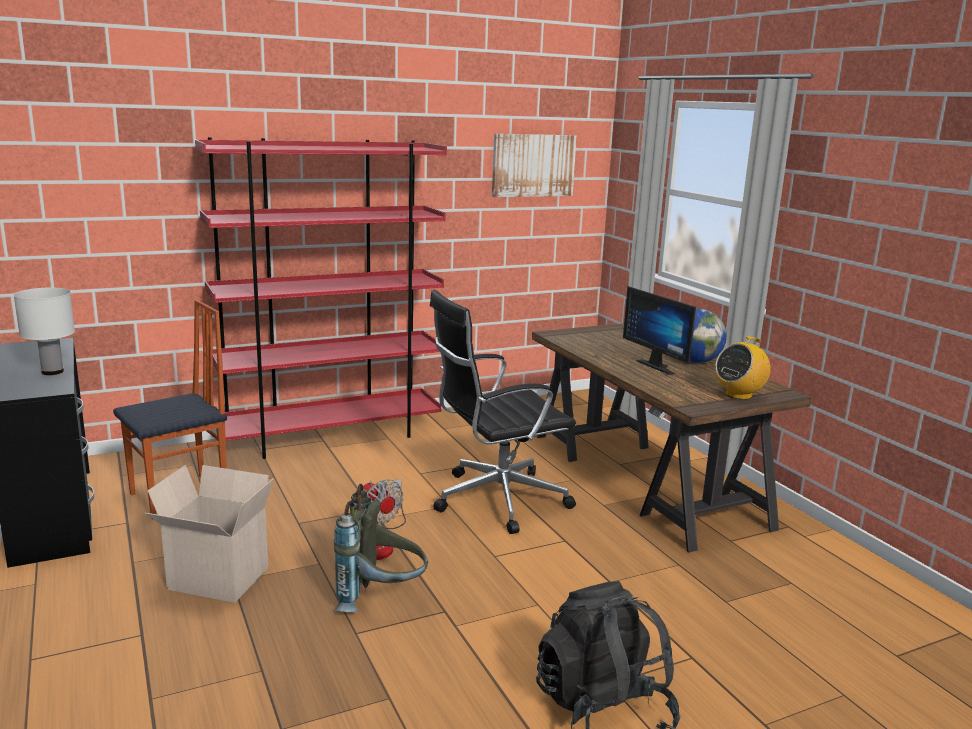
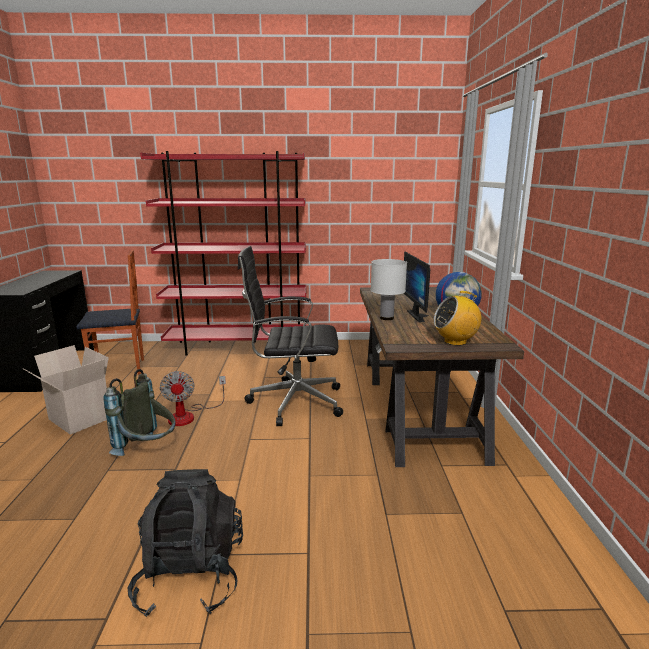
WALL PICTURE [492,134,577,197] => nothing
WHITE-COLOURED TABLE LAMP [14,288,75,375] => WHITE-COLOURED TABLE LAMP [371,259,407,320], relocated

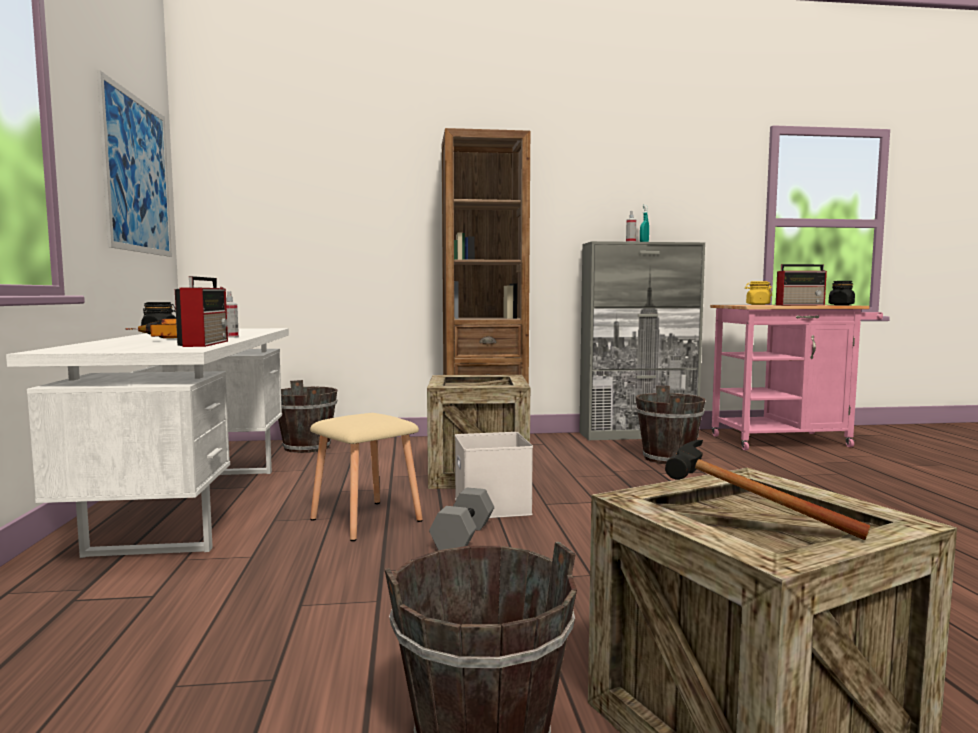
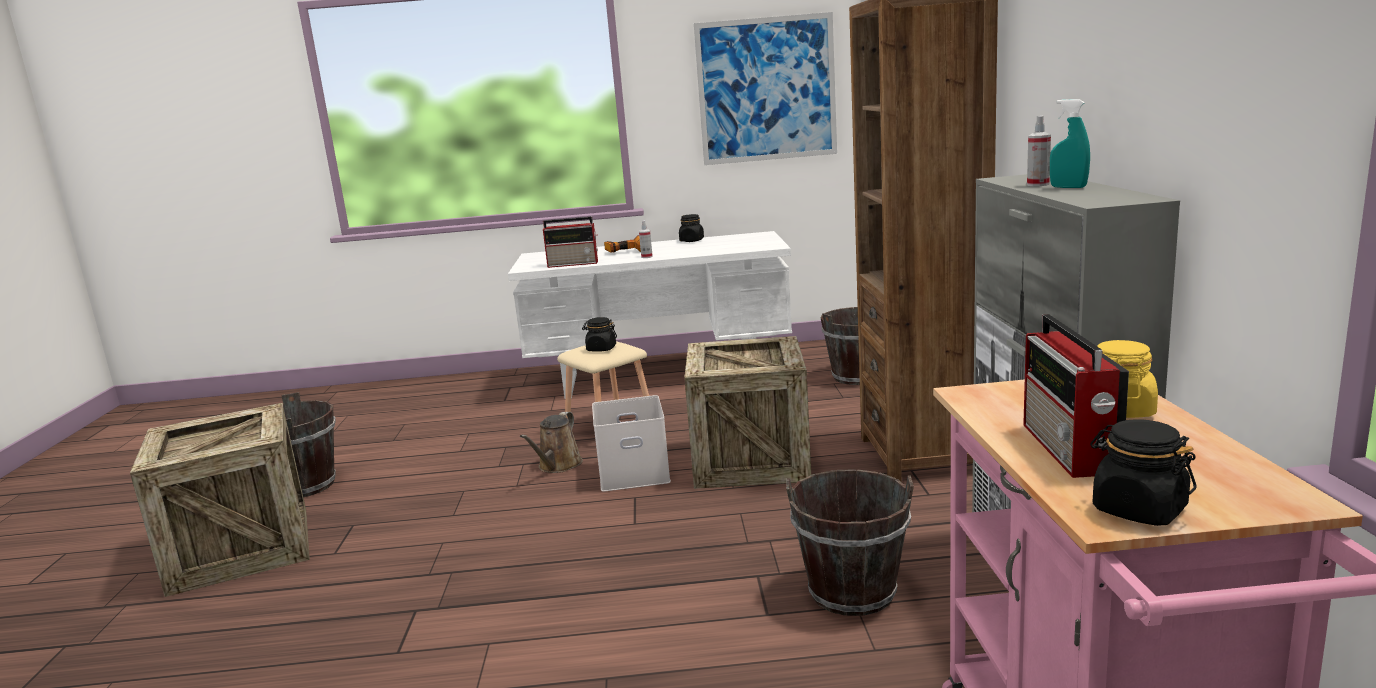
TOOL HAMMER [665,440,870,540] => nothing
nothing => BLACKISH JAR [582,317,617,352]
GREYISH DUMBBELL [429,488,494,550] => BROWN-COLOURED WATERING POT [520,412,583,473]

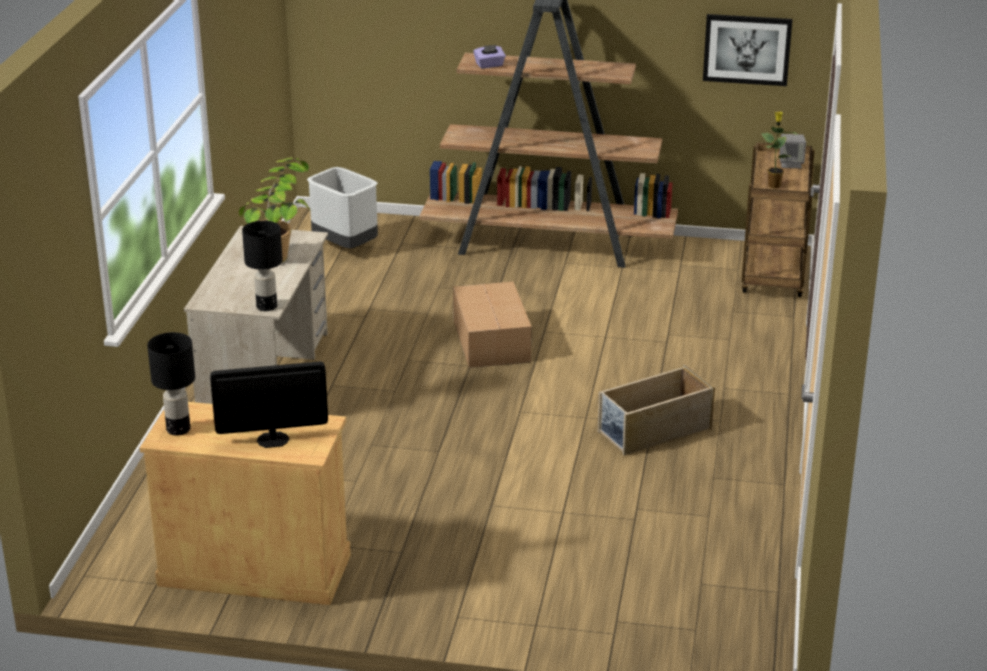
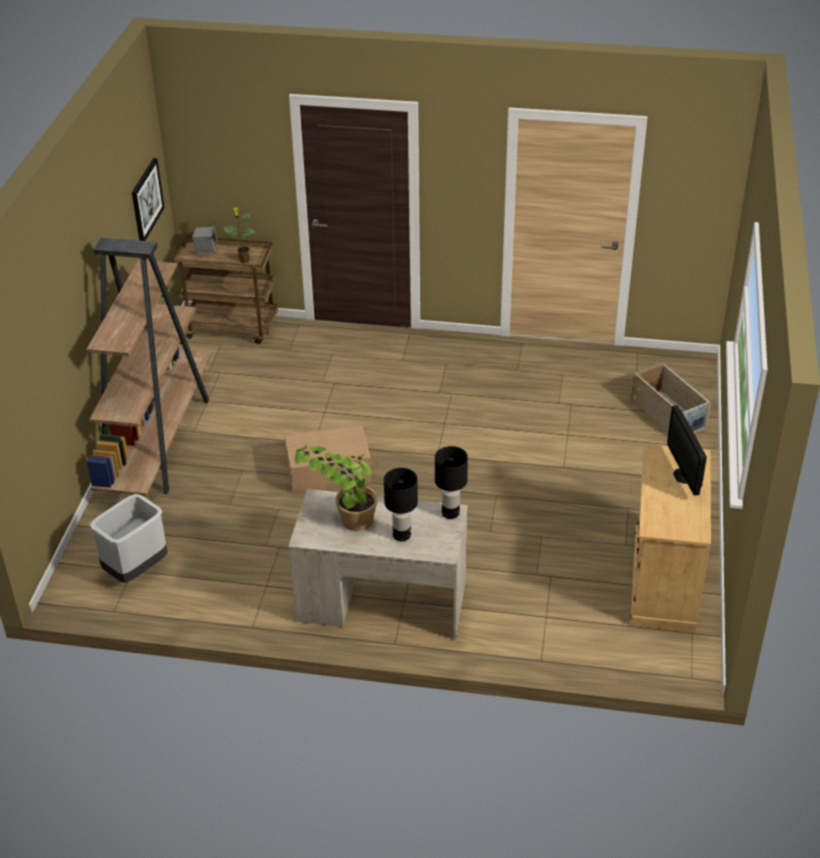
PURPLE-COLOURED TISSUE HOLDER [473,45,506,69] => nothing
BLACKISH TABLE LAMP [147,332,195,435] => BLACKISH TABLE LAMP [384,468,418,541], relocated
SAND-COLOURED STORAGE CONTAINER [598,364,715,455] => SAND-COLOURED STORAGE CONTAINER [631,362,711,433], relocated

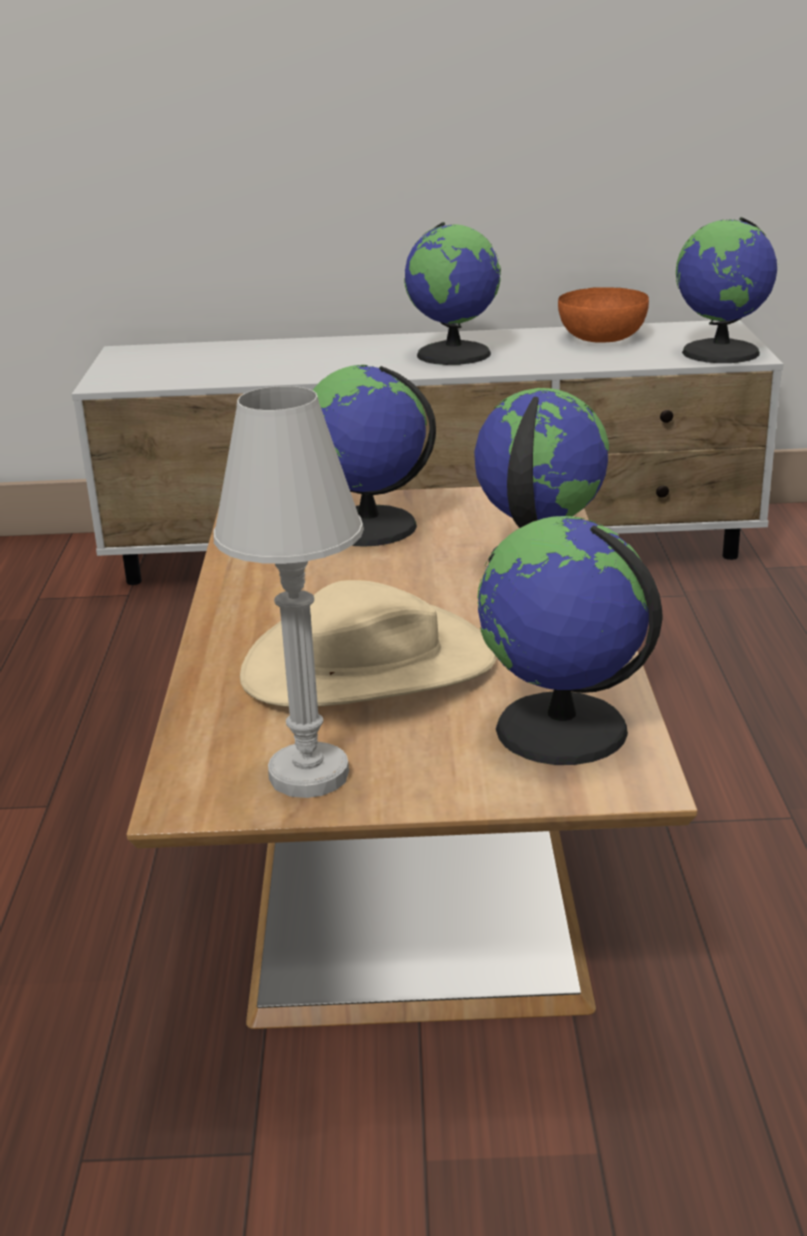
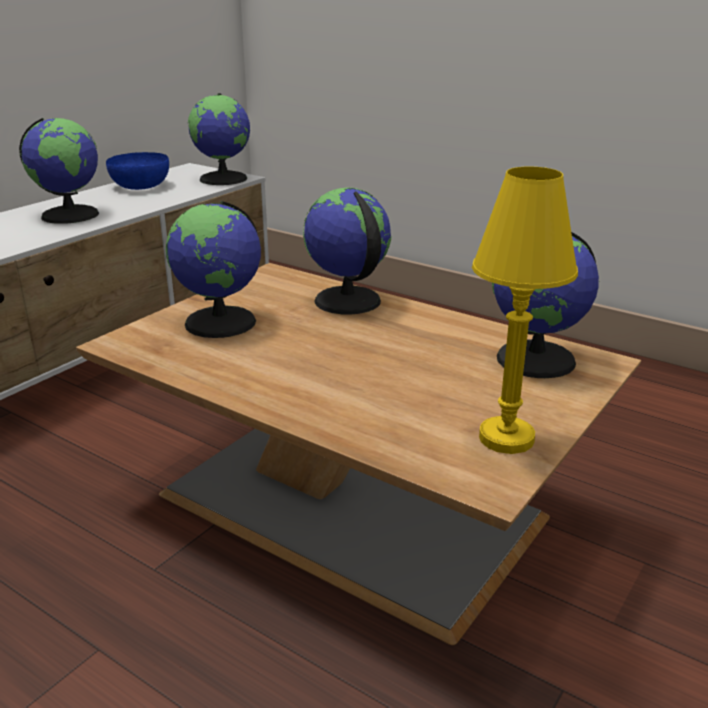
SAND-COLOURED WEARABLE HAT [240,580,497,707] => nothing
WHITE-COLOURED TABLE LAMP [213,386,364,798] => YELLOWISH TABLE LAMP [472,167,578,454]
ORANGE SERVING BOWL [558,287,649,343] => BLUISH SERVING BOWL [106,152,169,190]

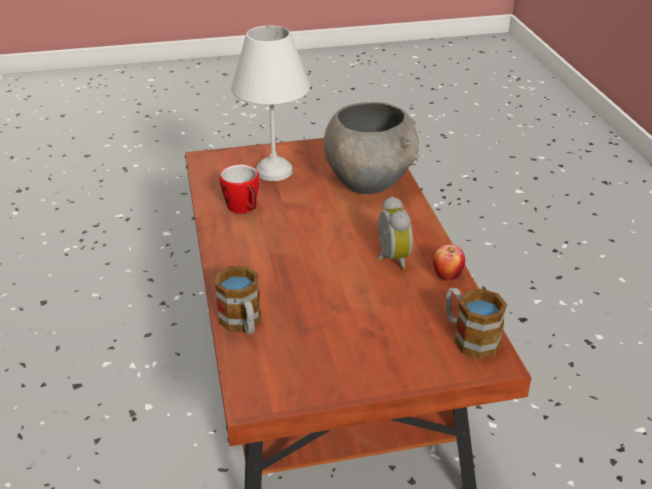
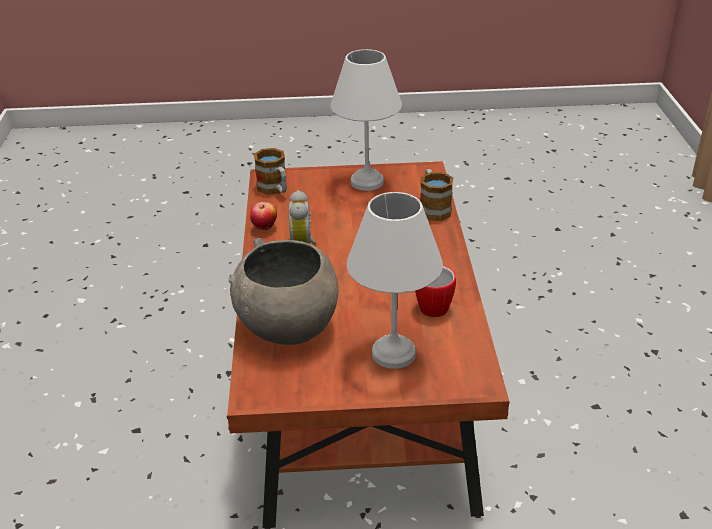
nothing => WHITE-COLOURED TABLE LAMP [331,49,402,191]

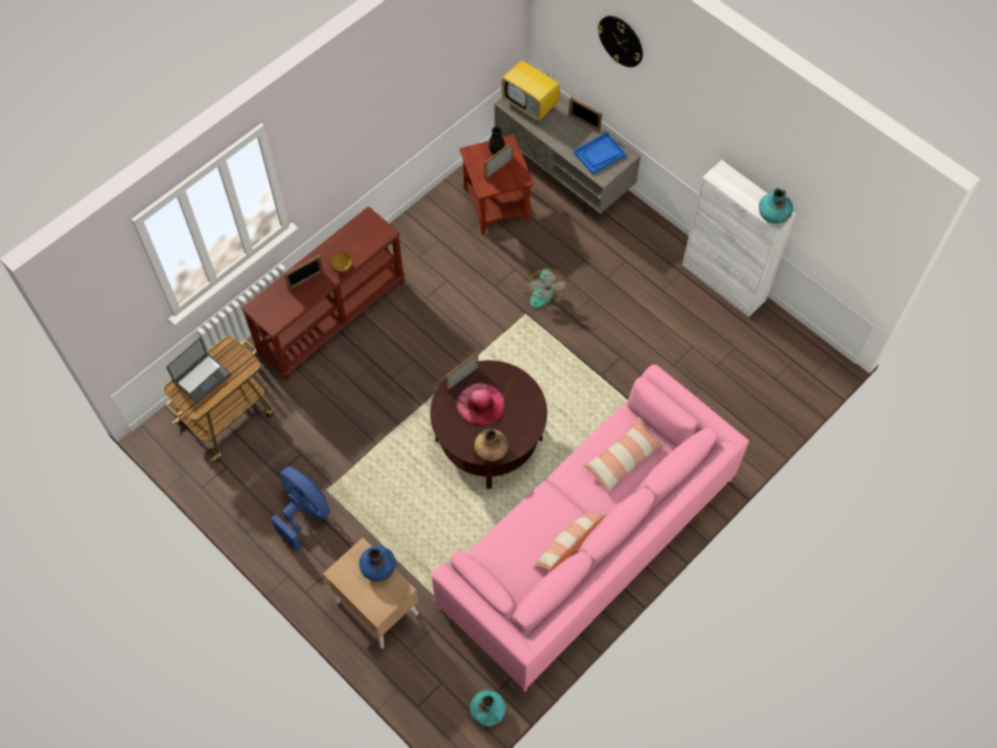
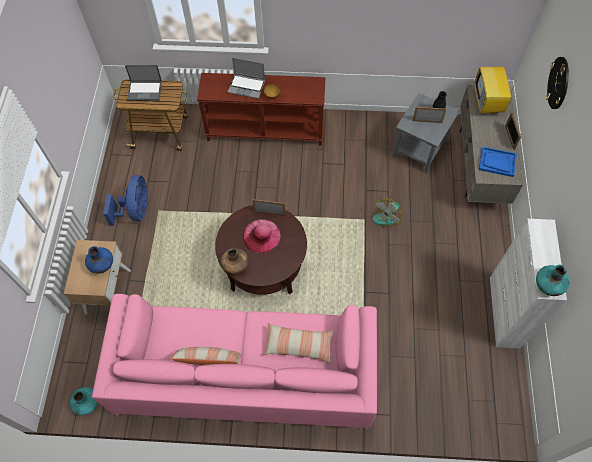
PHOTO FRAME [284,255,323,290] => PORTABLE COMPUTER [228,57,265,99]
BROWN-COLOURED SIDE TABLE [459,135,534,234] => GREYISH SIDE TABLE [393,93,460,173]

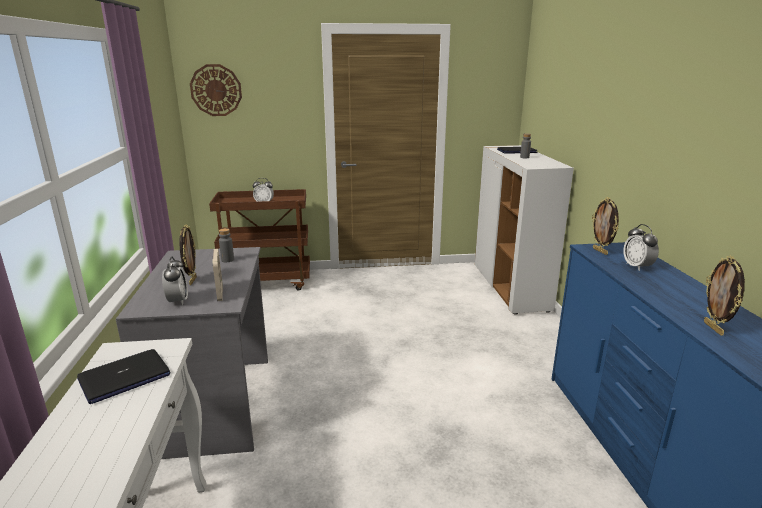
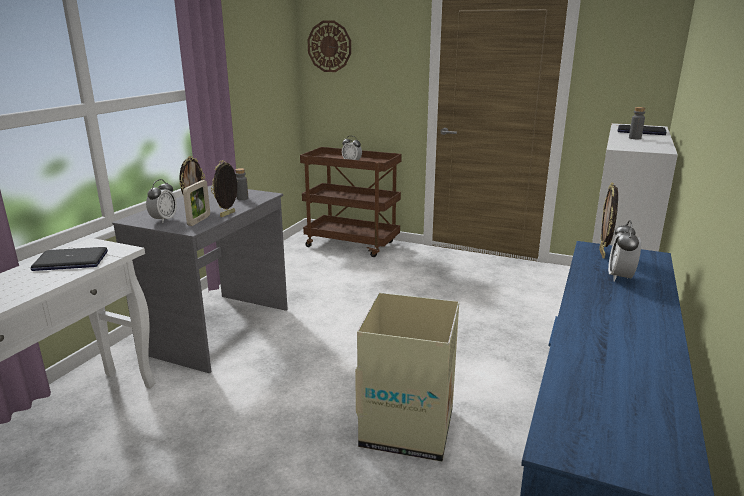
nothing => CARDBOARD BOX [355,293,459,462]
PHOTO FRAME [704,256,745,336] => PHOTO FRAME [211,160,237,217], relocated

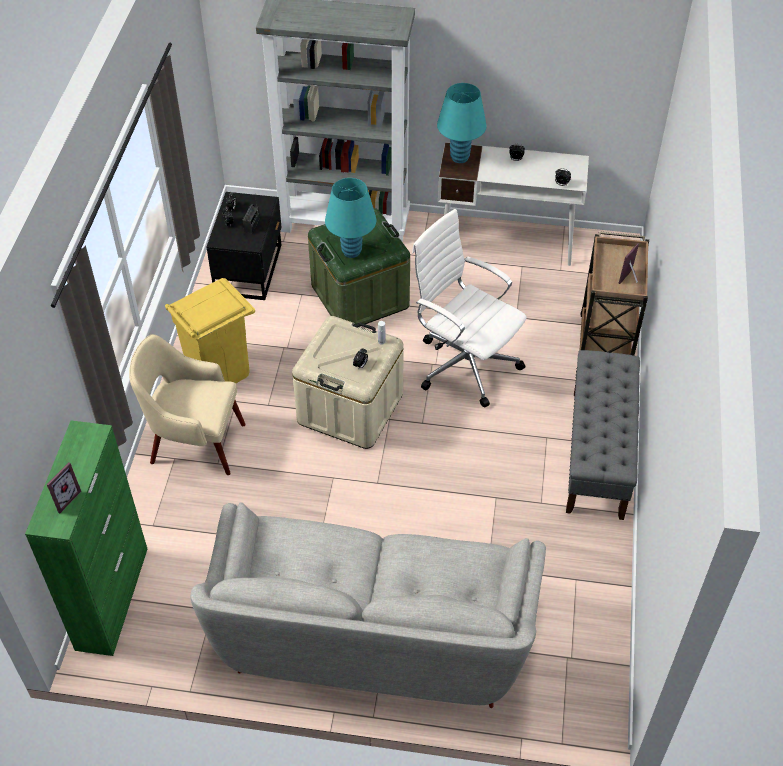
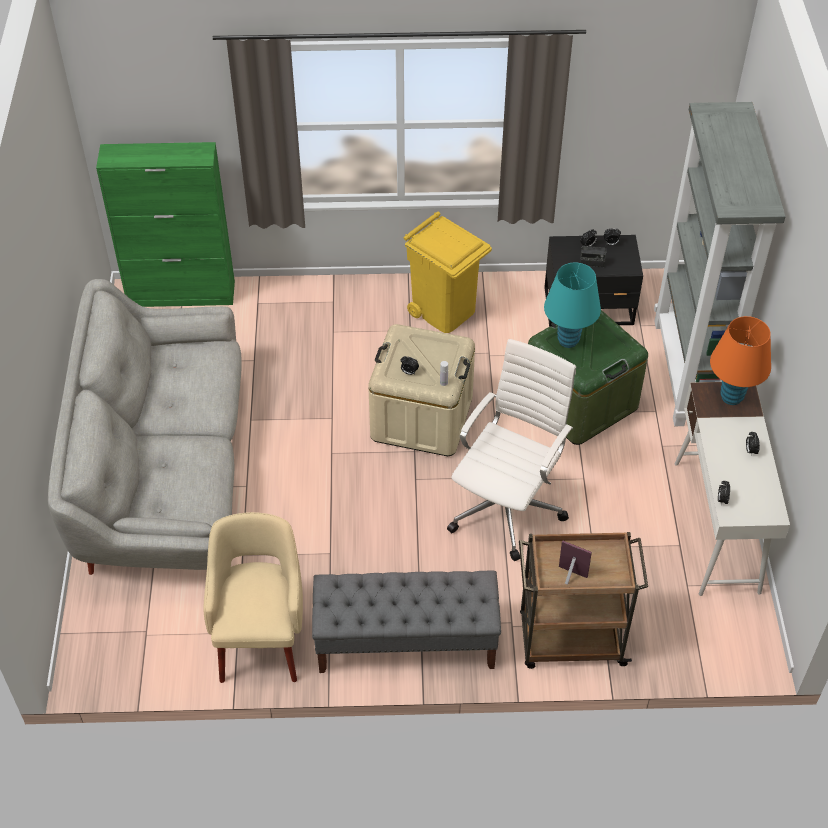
PHOTO FRAME [47,462,81,513] => nothing
SAND-COLOURED ARMCHAIR [129,334,246,475] => SAND-COLOURED ARMCHAIR [203,512,303,683], relocated
TURQUOISE TABLE LAMP [437,83,487,163] => ORANGE TABLE LAMP [710,316,771,405]

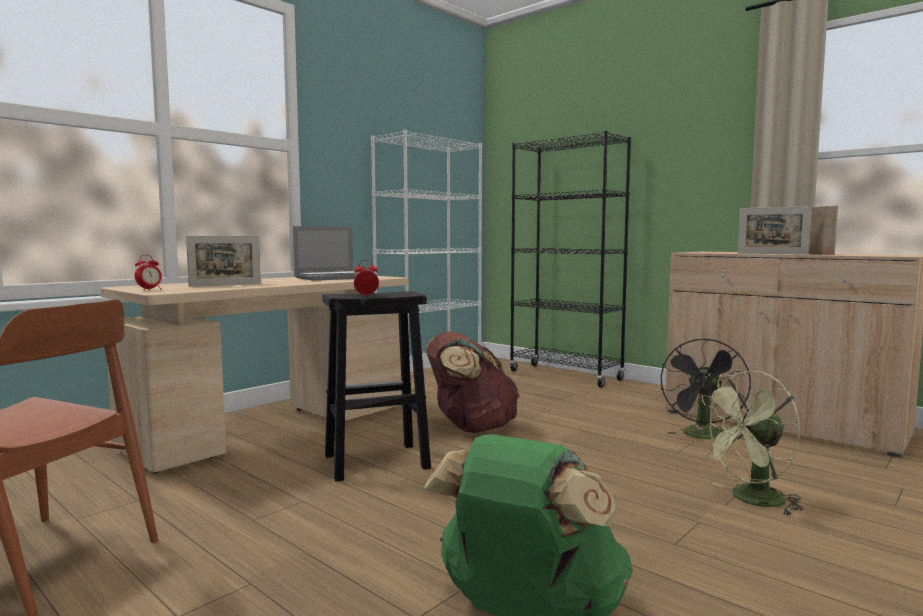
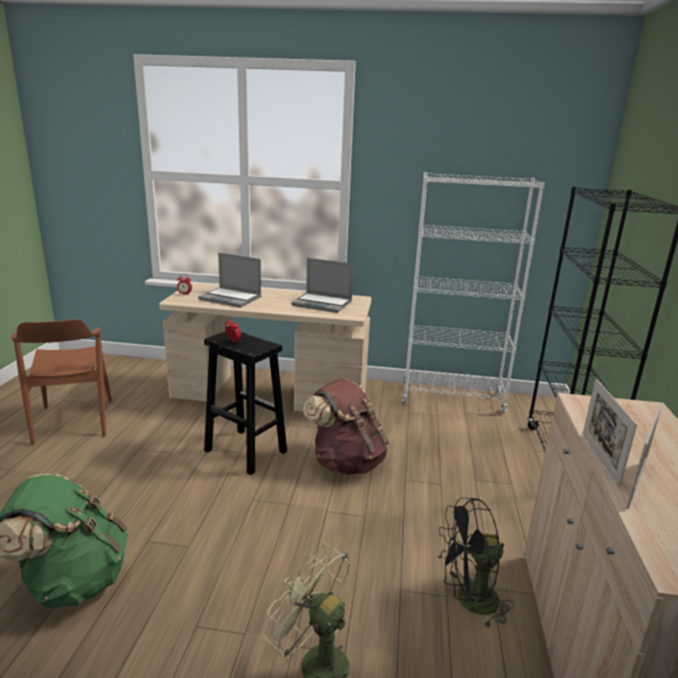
PHOTO FRAME [186,236,261,287] => PORTABLE COMPUTER [198,253,261,307]

